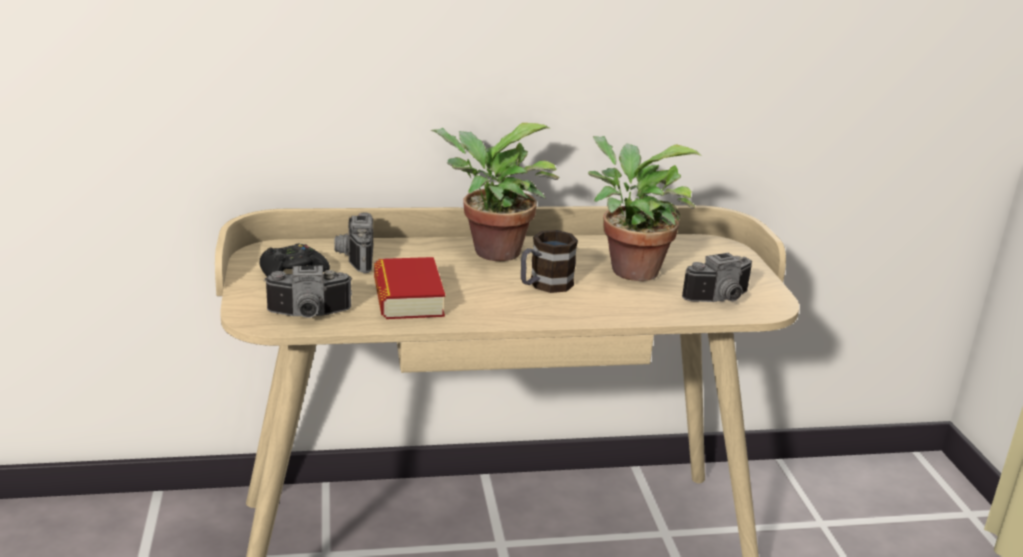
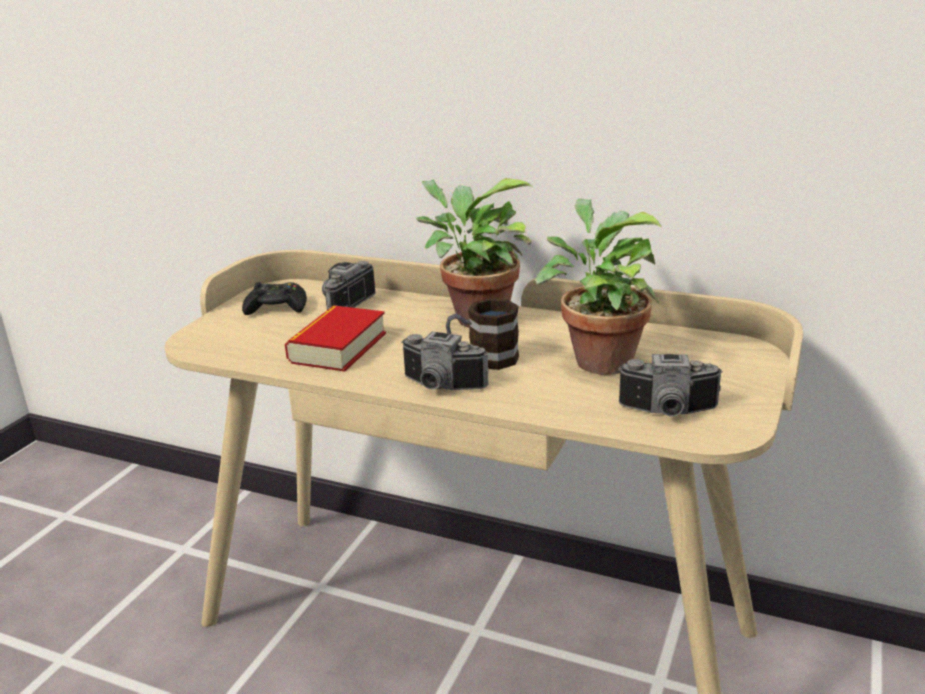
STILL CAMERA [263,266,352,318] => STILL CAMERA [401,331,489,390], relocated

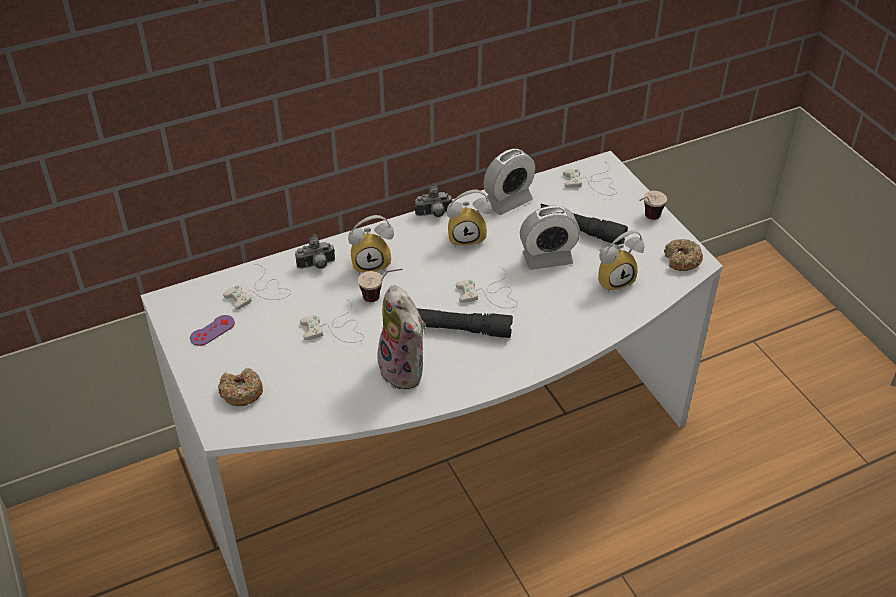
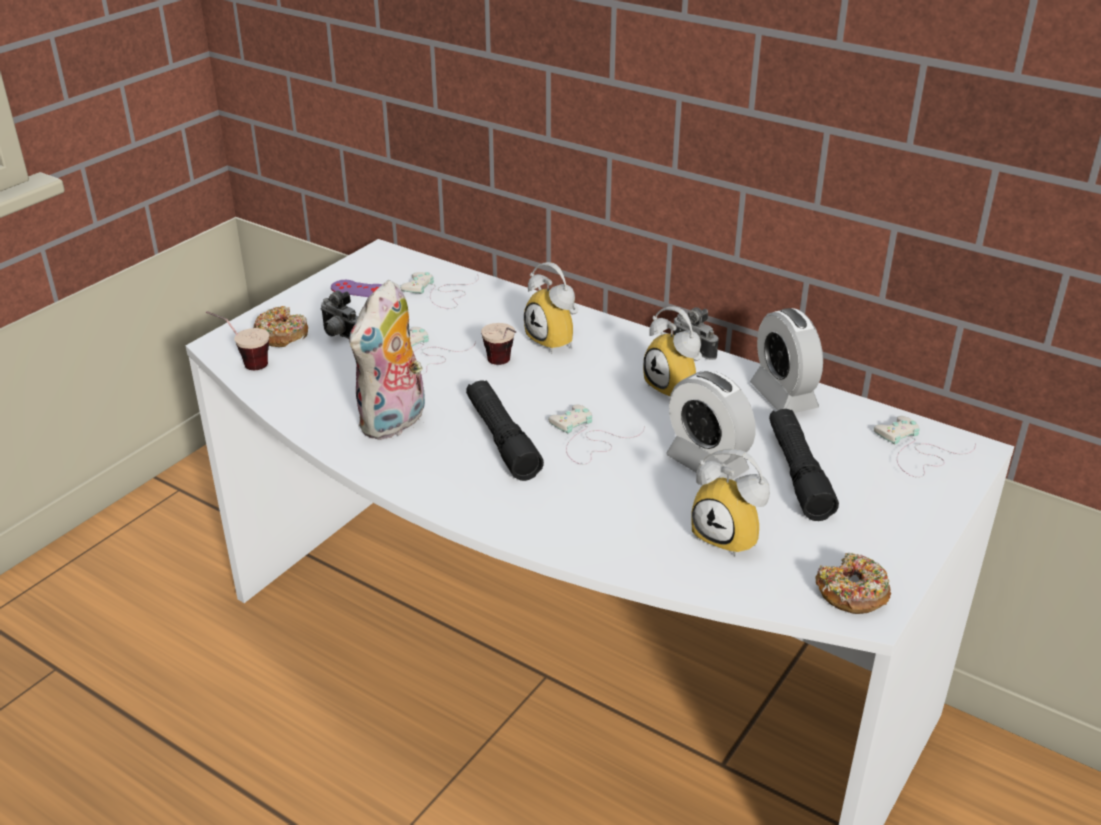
STILL CAMERA [295,234,335,269] => STILL CAMERA [321,291,358,339], relocated
DRINKING CUP [639,191,667,220] => DRINKING CUP [206,311,269,370], relocated
TABLE CLOCK [483,149,535,215] => TABLE CLOCK [750,308,823,413], 45 degrees clockwise

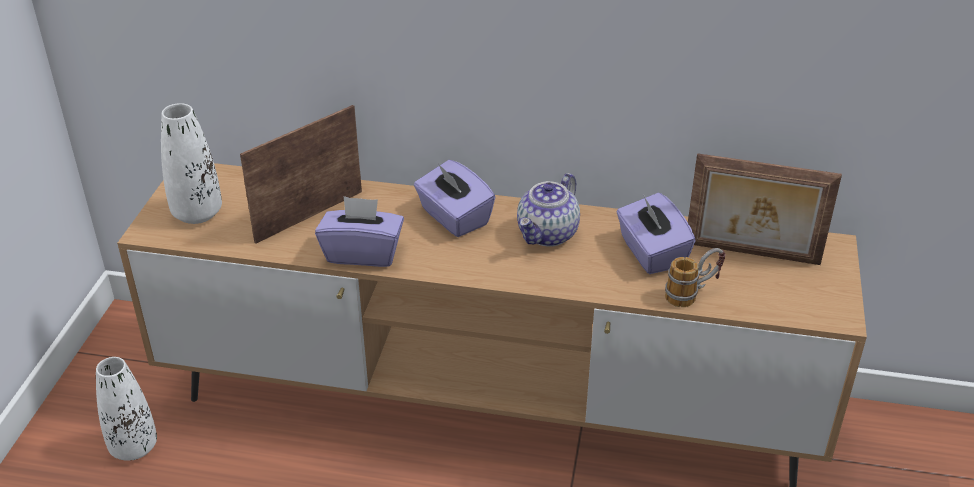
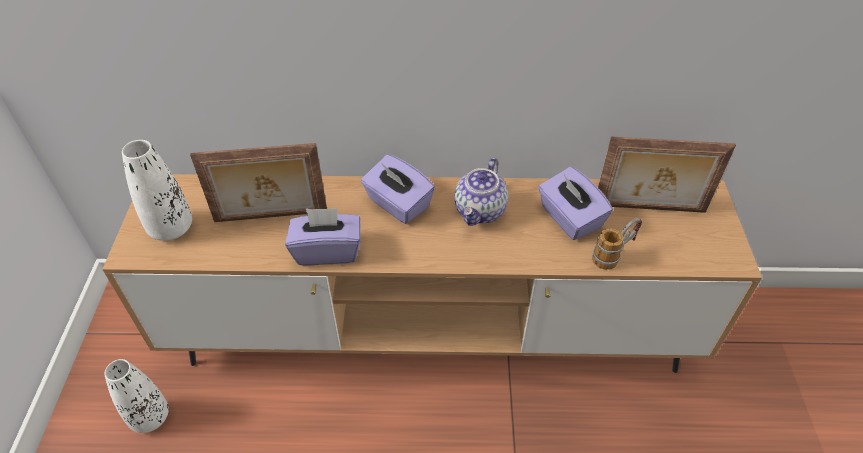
PHOTO FRAME [240,105,362,243] => PHOTO FRAME [190,143,327,222], 135 degrees counterclockwise

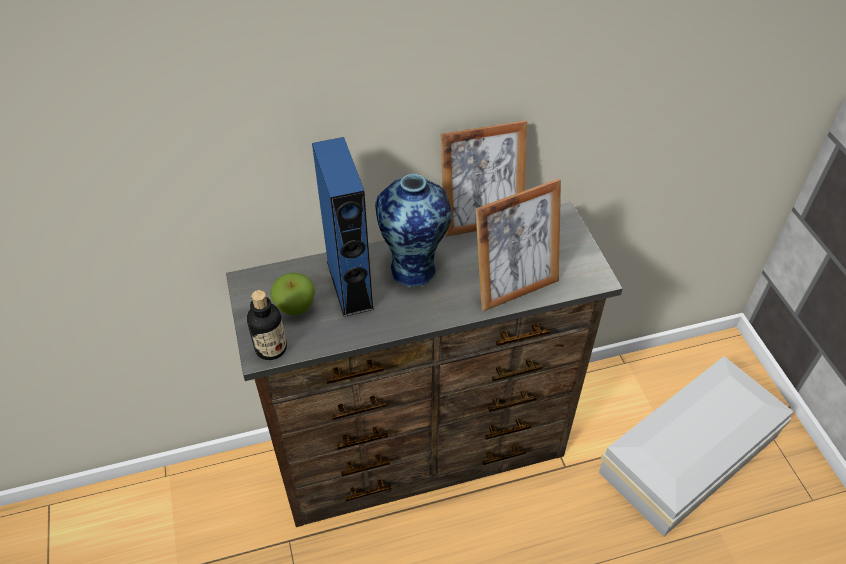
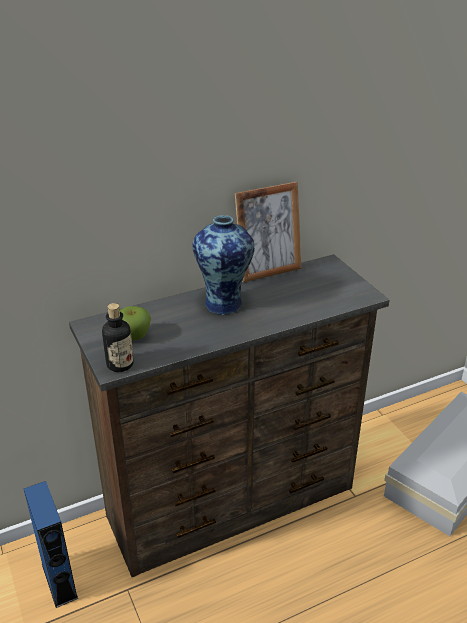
PHOTO FRAME [476,178,561,312] => nothing
BLUISH AUDIO SPEAKER [312,137,374,317] => BLUISH AUDIO SPEAKER [24,481,78,608], relocated

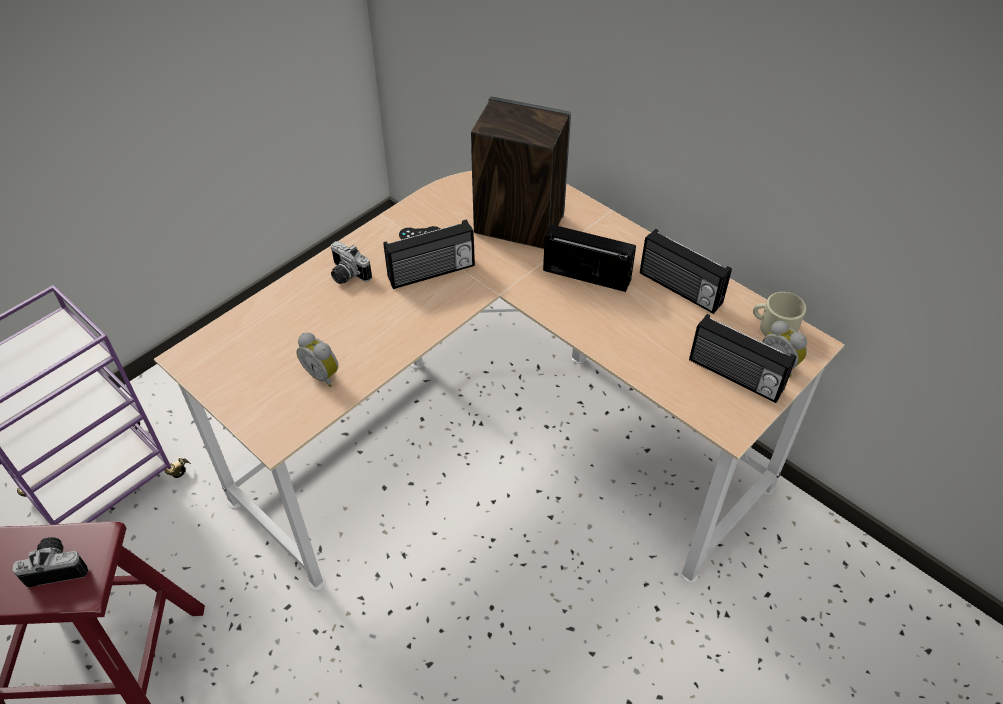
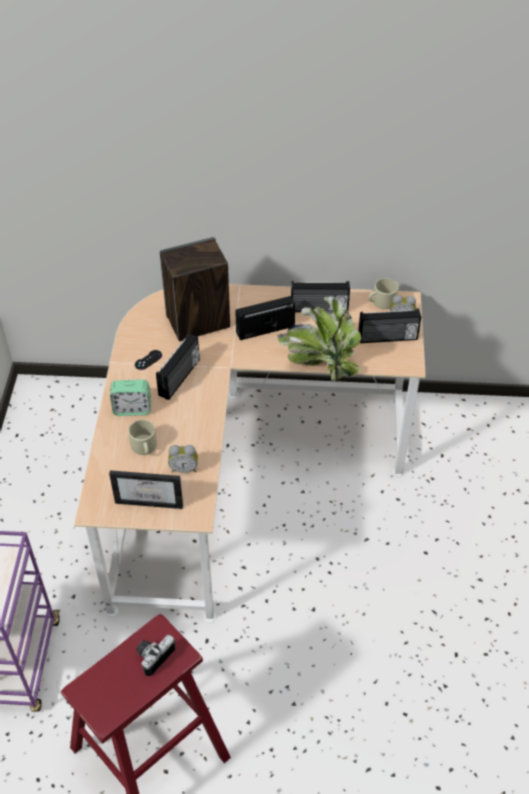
nothing => PHOTO FRAME [109,470,183,509]
nothing => SAND-COLOURED MUG [128,420,157,455]
nothing => HOUSEPLANT [277,296,362,382]
STILL CAMERA [330,241,372,284] => TABLE CLOCK [110,379,151,416]

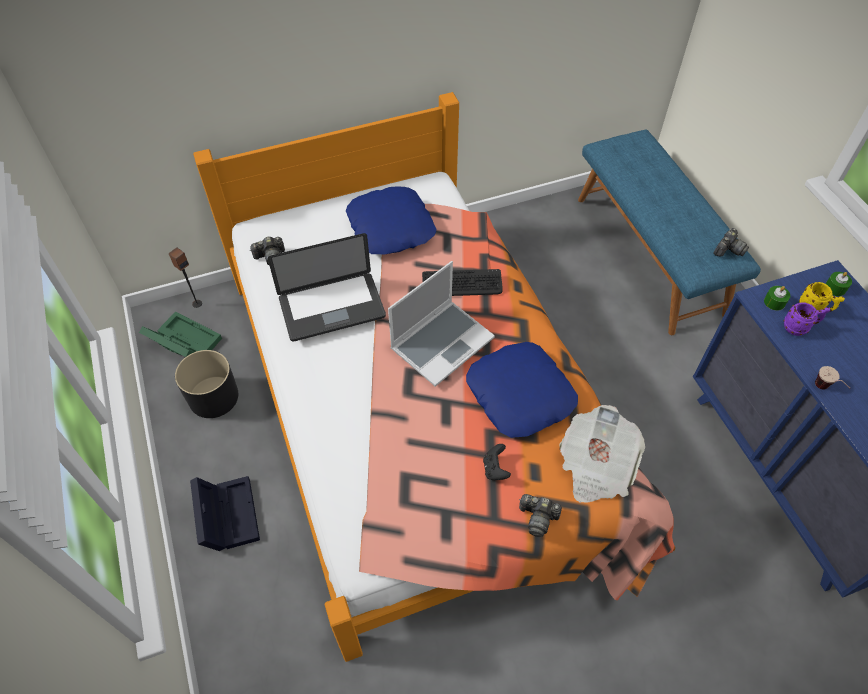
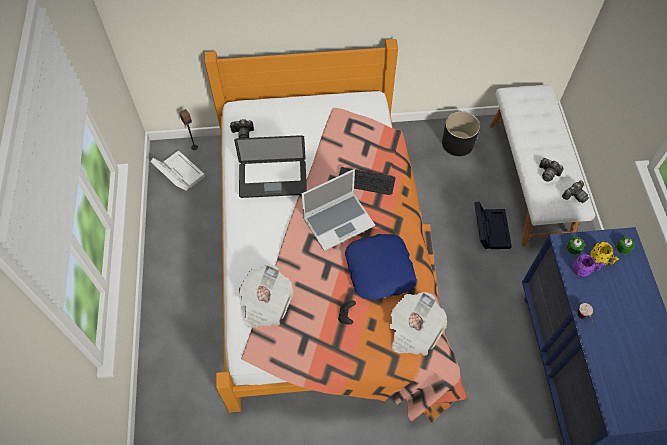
BLUISH PILLOW [346,186,436,254] => nothing
nothing => NEWSPAPER [239,264,293,327]
BLACKISH PLANT POT [175,350,238,418] => BLACKISH PLANT POT [442,111,480,156], relocated
BLACKISH STORAGE CONTAINER [190,476,260,551] => BLACKISH STORAGE CONTAINER [474,202,512,249], relocated
STILL CAMERA [519,494,562,537] => STILL CAMERA [539,158,564,182], relocated
GREEN STORAGE CONTAINER [139,312,222,357] => WHITE-COLOURED STORAGE CONTAINER [150,150,205,191]
BLUISH LONG SEAT [578,130,761,335] => WHITE-COLOURED LONG SEAT [490,85,595,247]

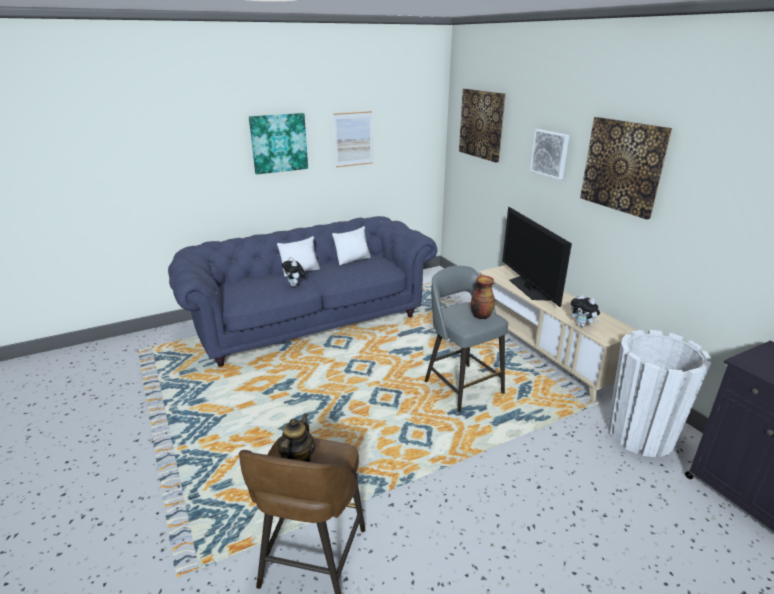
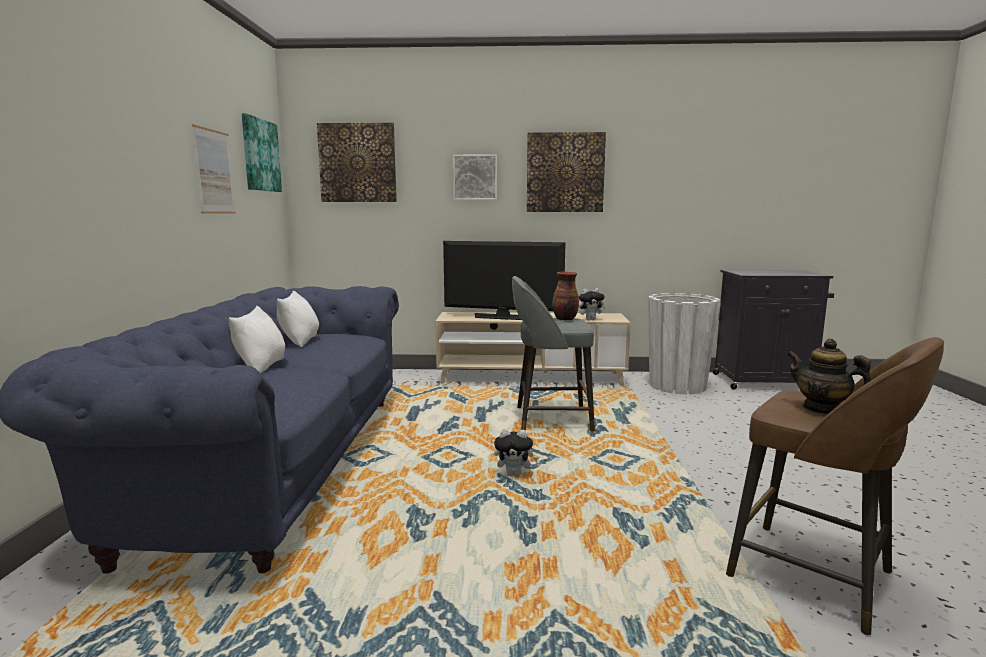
WALL PICTURE [249,113,308,174] => WALL PICTURE [242,113,282,192], relocated
CUDDLY TOY [282,257,306,287] => CUDDLY TOY [494,429,539,476], relocated

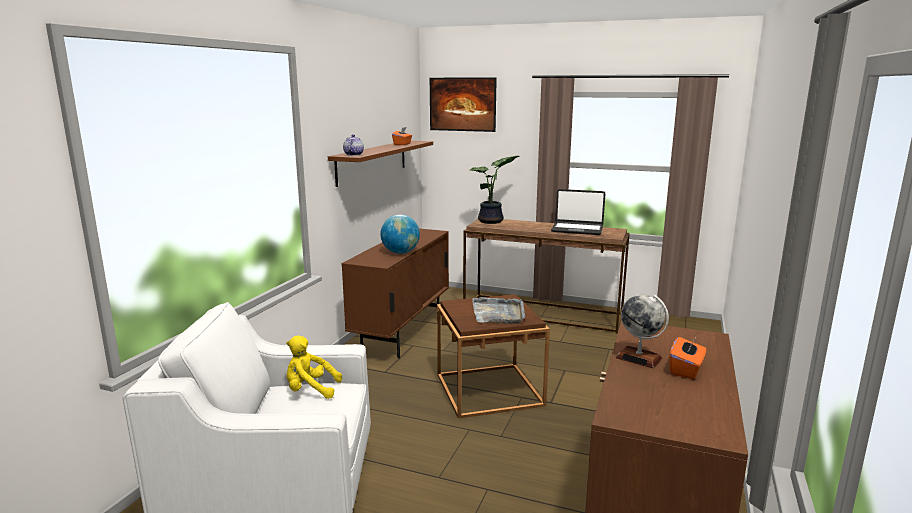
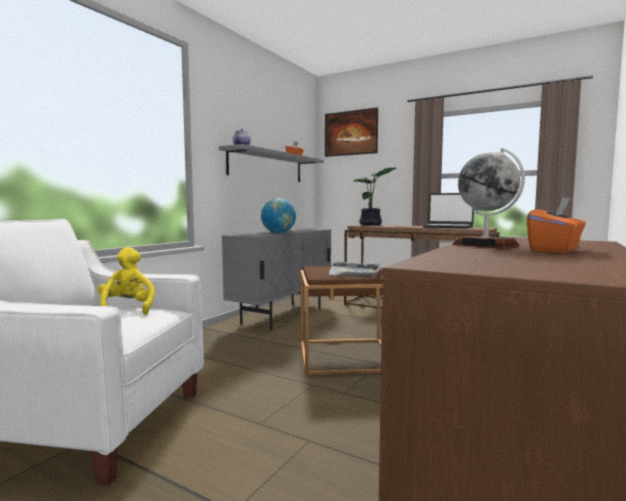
BROWN-COLOURED WALL SHELF [328,141,433,187] => GREYISH WALL SHELF [219,144,324,182]
BROWN-COLOURED CABINET [341,229,449,359] => GREYISH CABINET [222,228,331,330]
YELLOWISH CUDDLY TOY [286,336,342,399] => YELLOWISH CUDDLY TOY [98,247,155,315], 60 degrees clockwise

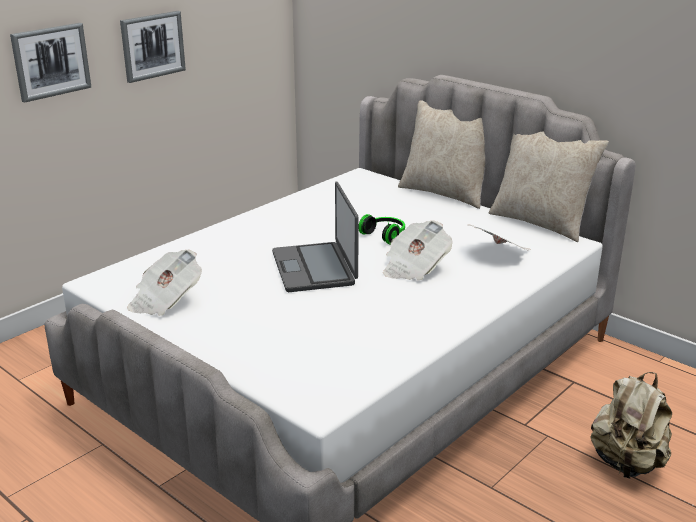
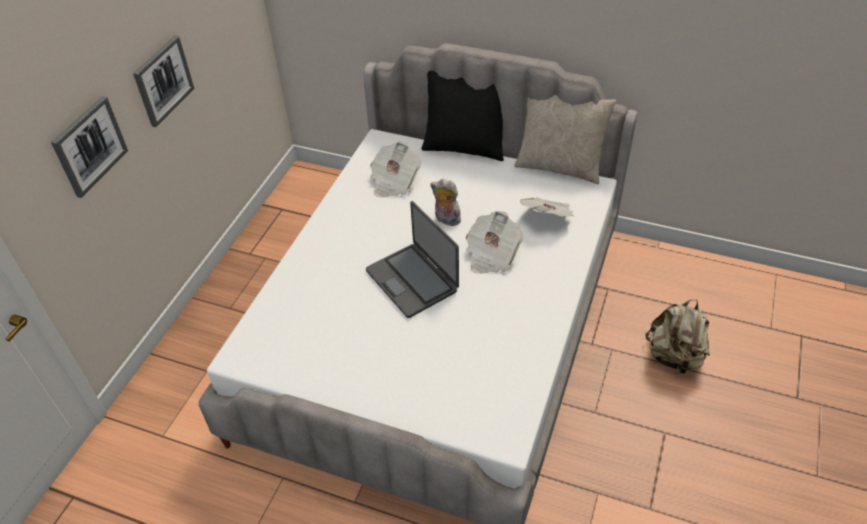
NEWSPAPER [127,250,202,316] => NEWSPAPER [370,142,421,197], relocated
PAIR OF HEADPHONES [359,214,405,244] => CUDDLY TOY [431,179,464,226]
SAND-COLOURED PILLOW [398,100,485,209] => BLACKISH PILLOW [421,71,504,161]

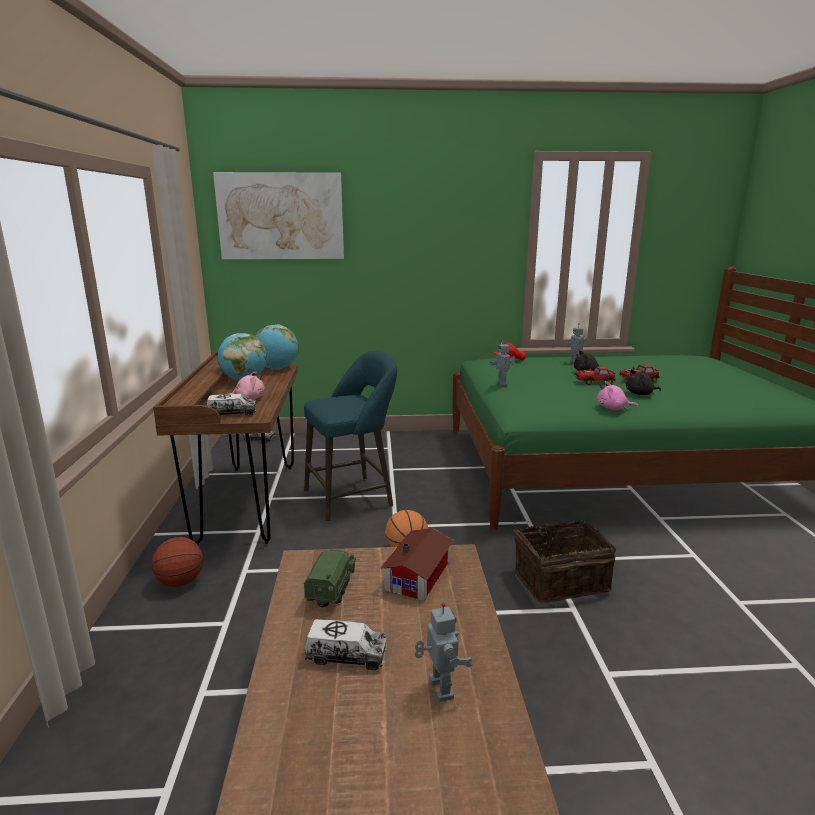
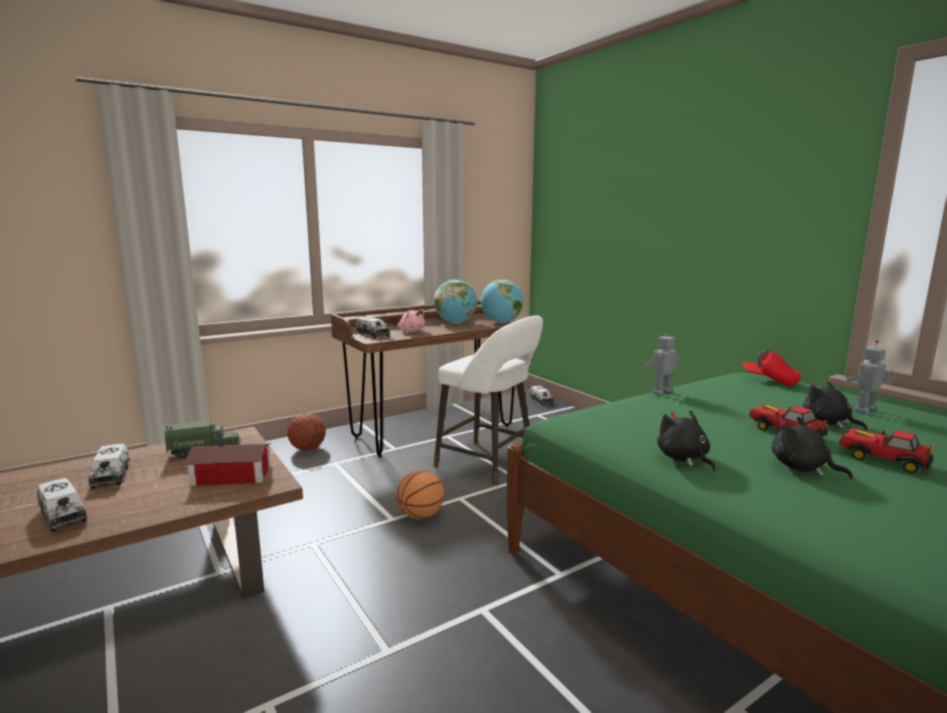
WALL PICTURE [213,172,344,259] => nothing
BASKET [513,521,616,603] => nothing
TOY ROBOT [415,603,473,702] => MODEL TRUCK [37,478,87,532]
TURQUOISE STOOL SEAT [304,351,397,522] => WHITE-COLOURED STOOL SEAT [434,315,543,486]
PINK-COLOURED CUDDLY TOY [597,381,638,410] => BLACKISH CUDDLY TOY [657,410,716,471]

